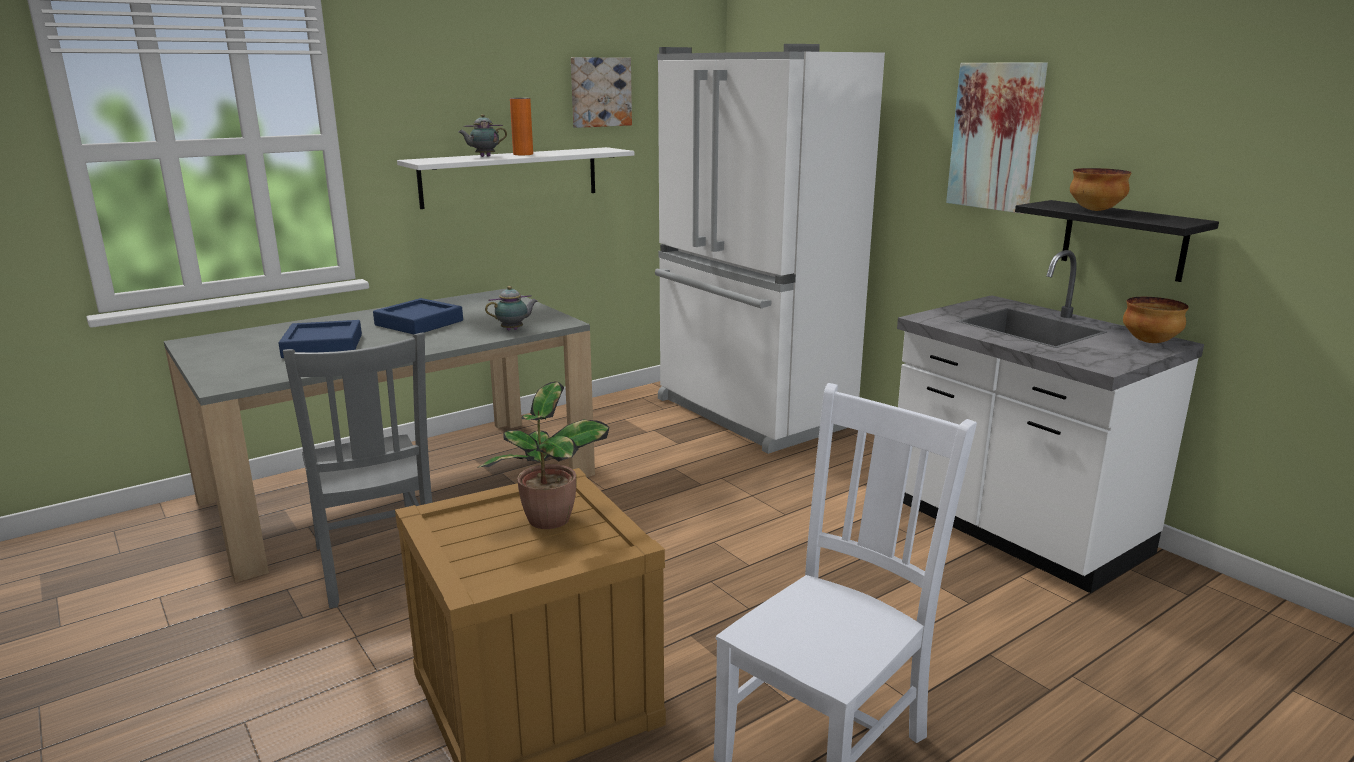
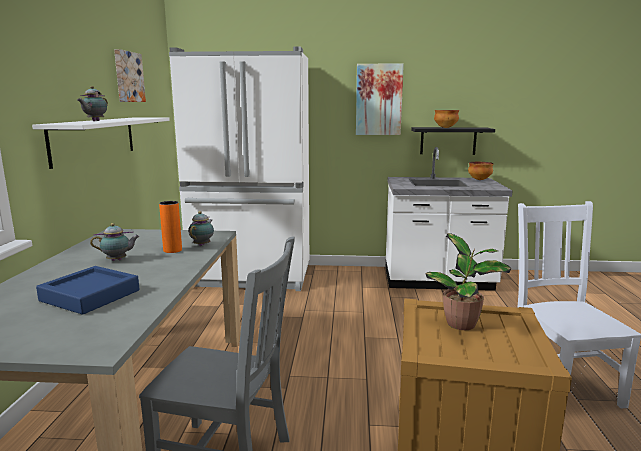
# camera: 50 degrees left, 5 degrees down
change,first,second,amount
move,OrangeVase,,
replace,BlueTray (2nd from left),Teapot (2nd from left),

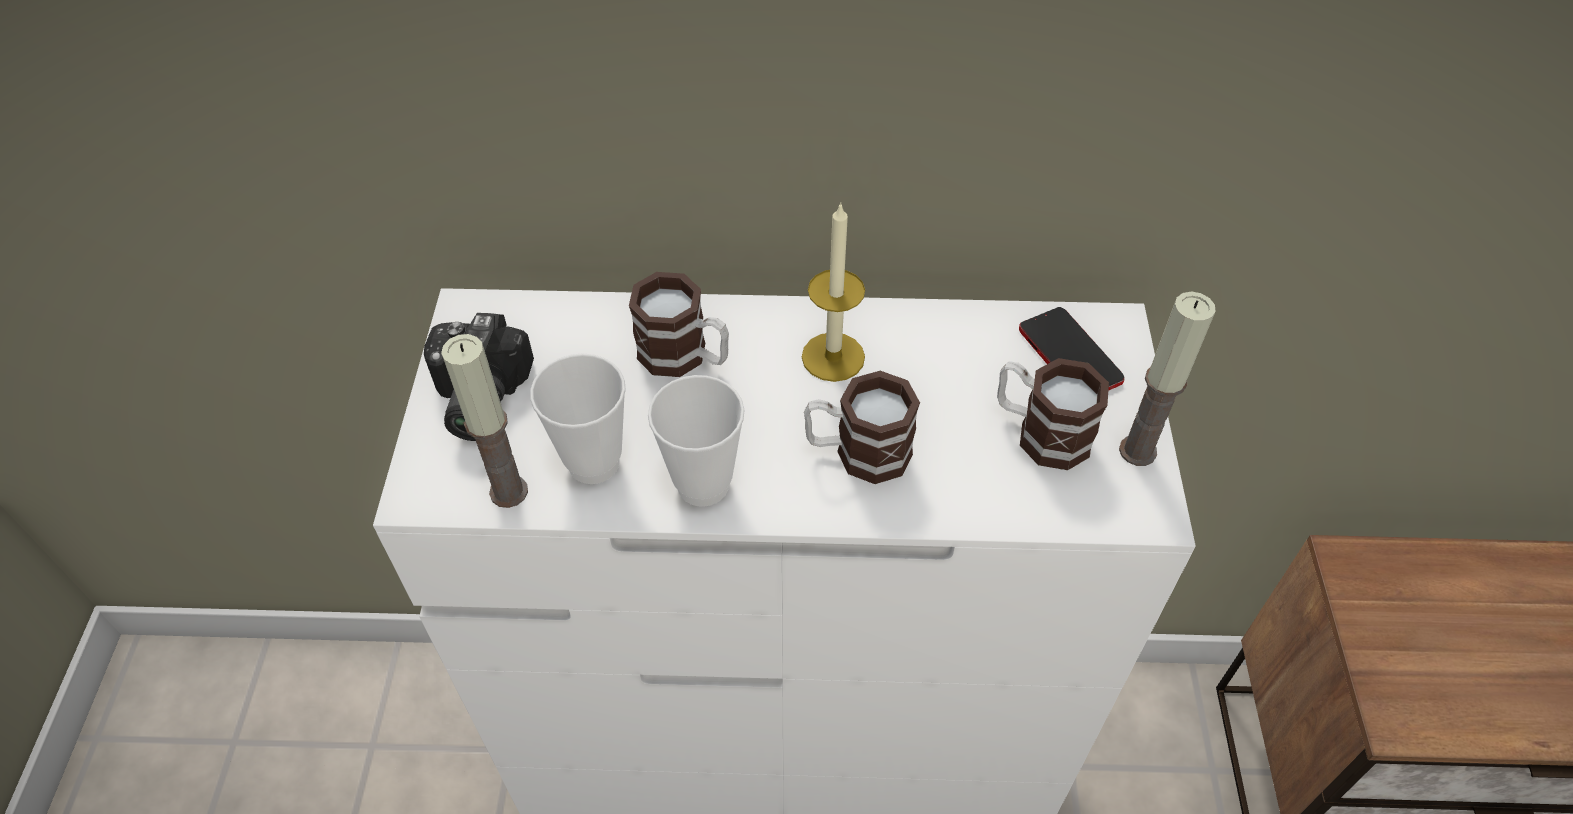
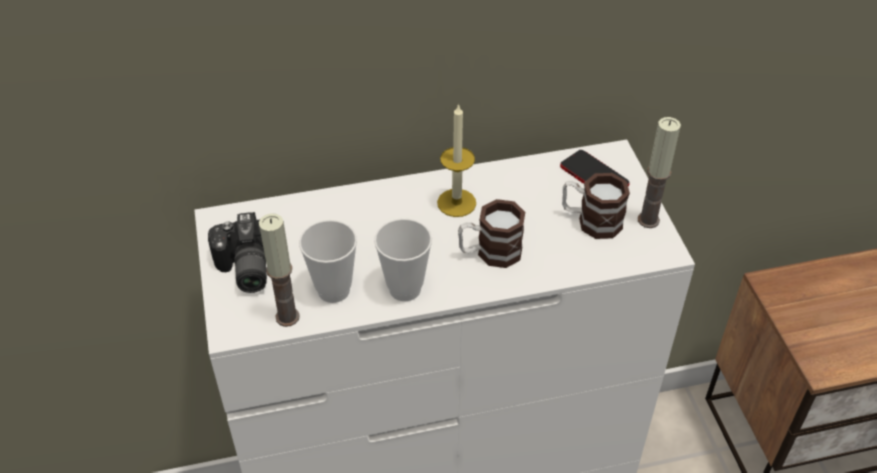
# camera: 15 degrees left, 5 degrees down
change,first,second,amount
delete,Mug (1st from left),,

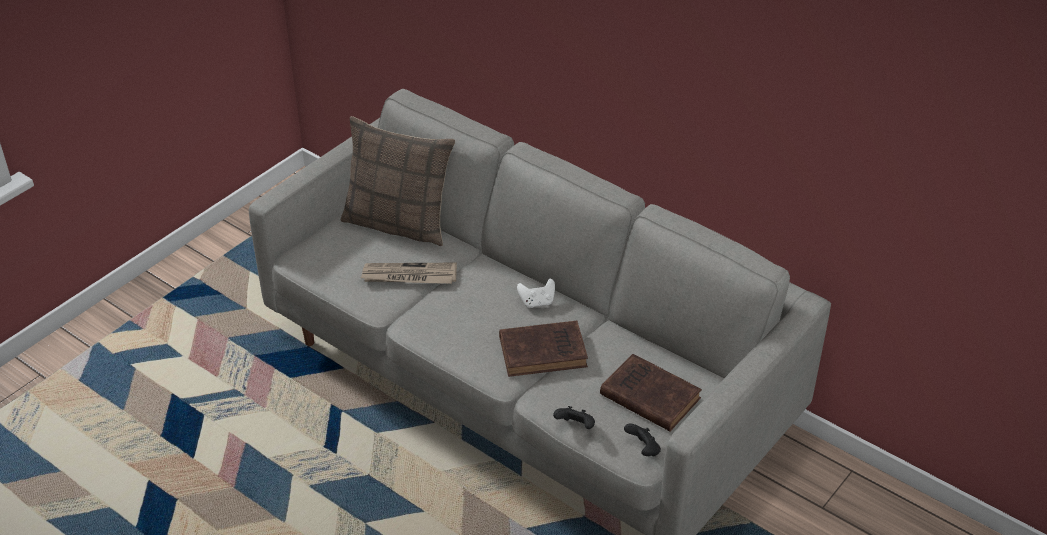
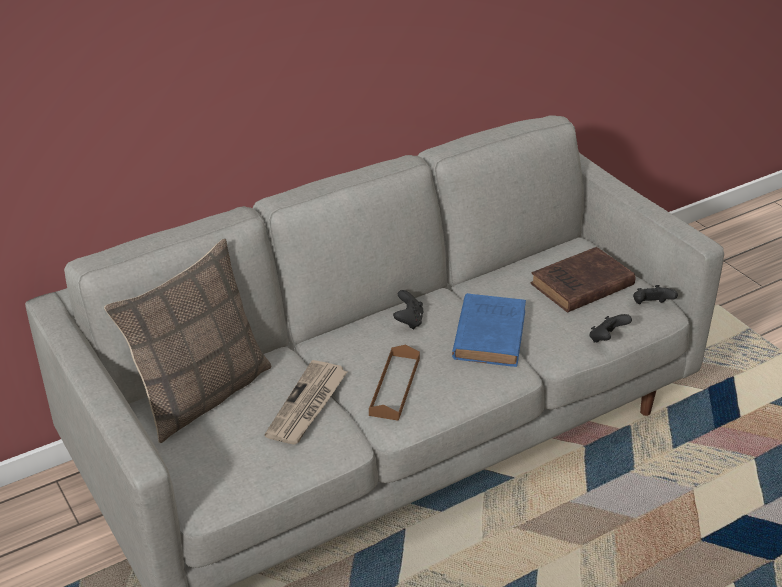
# camera: 70 degrees left, 5 degrees down
change,first,second,amount
insert,,BrownTray,
recolor,BrownBook (1st from left),BlueBook,
recolor,WhiteGameController,BlackGameController (1st from left),

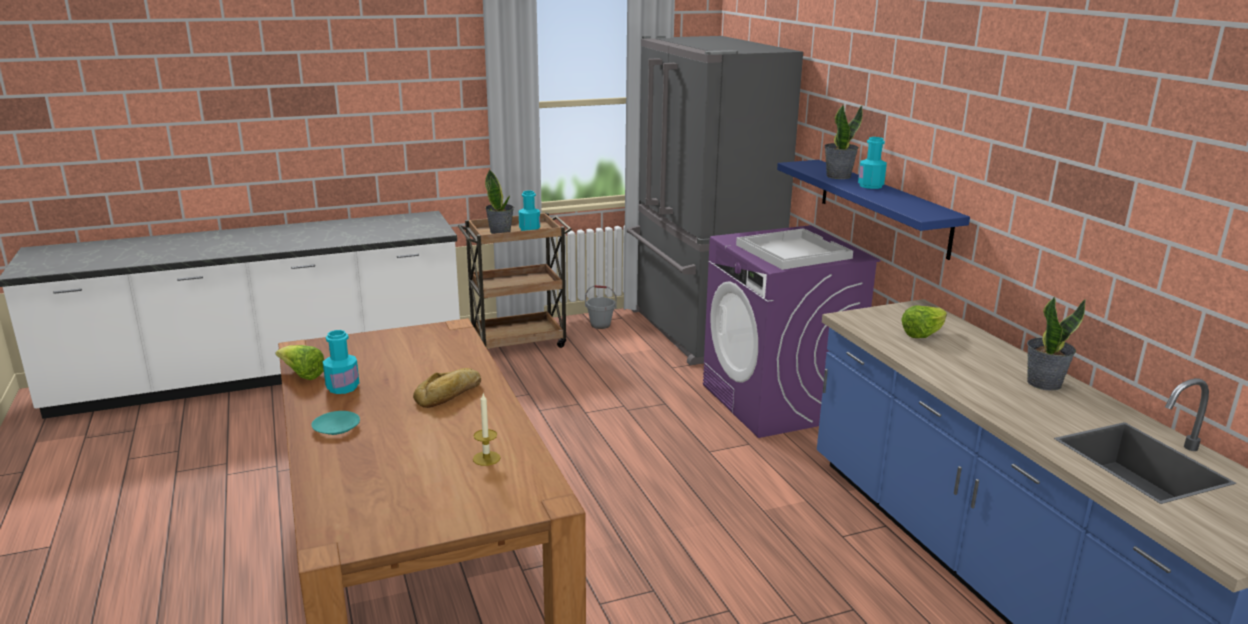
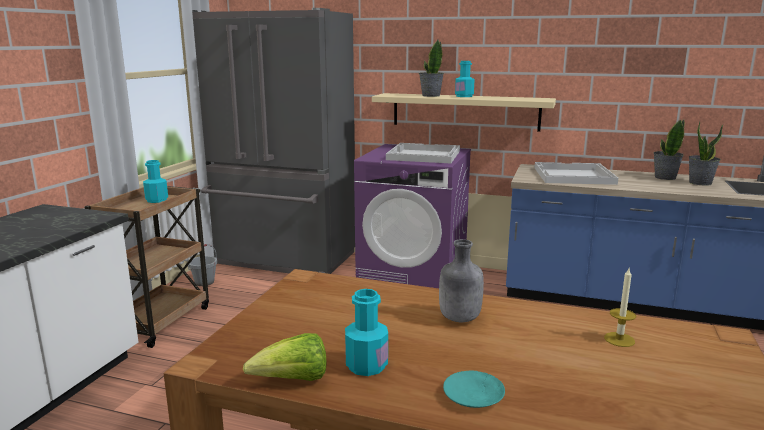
# camera: 50 degrees left, 5 degrees down
change,first,second,amount
move,PottedPlant (1st from left in the first image),PottedPlant (3rd from left),
replace,Bread,GreyBottle,
replace,Lettuce (2nd from left),WhiteTray (2nd from left),
recolor,BlueShelf,BeigeShelf,

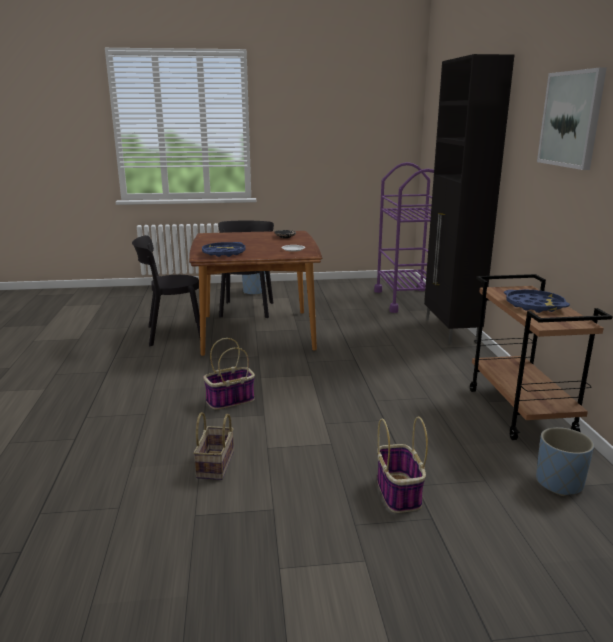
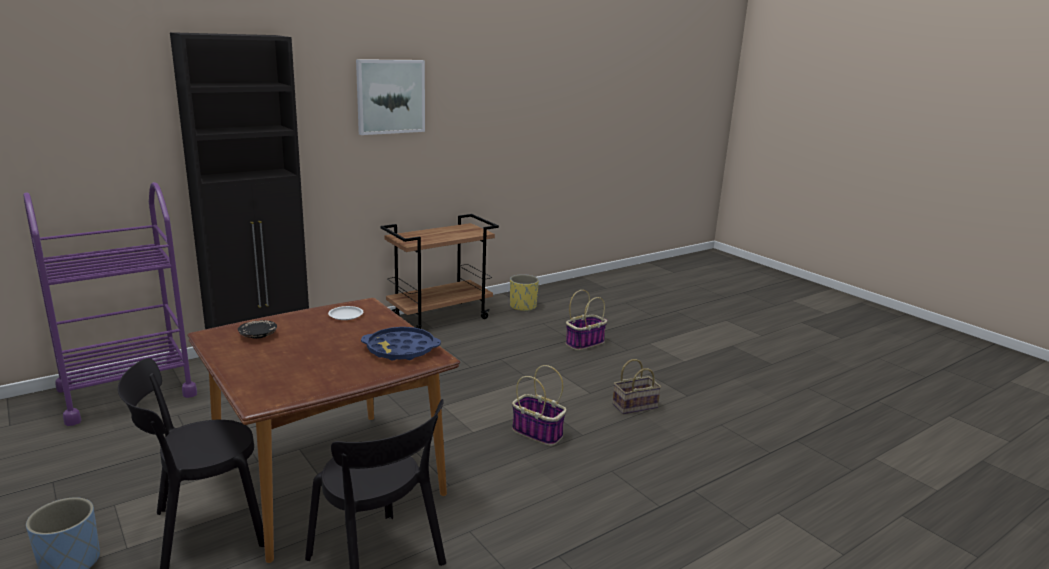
# camera: 120 degrees left, 0 degrees up
change,first,second,amount
delete,BlueTray (2nd from left),,
recolor,BluePlanter (2nd from left),YellowPlanter,

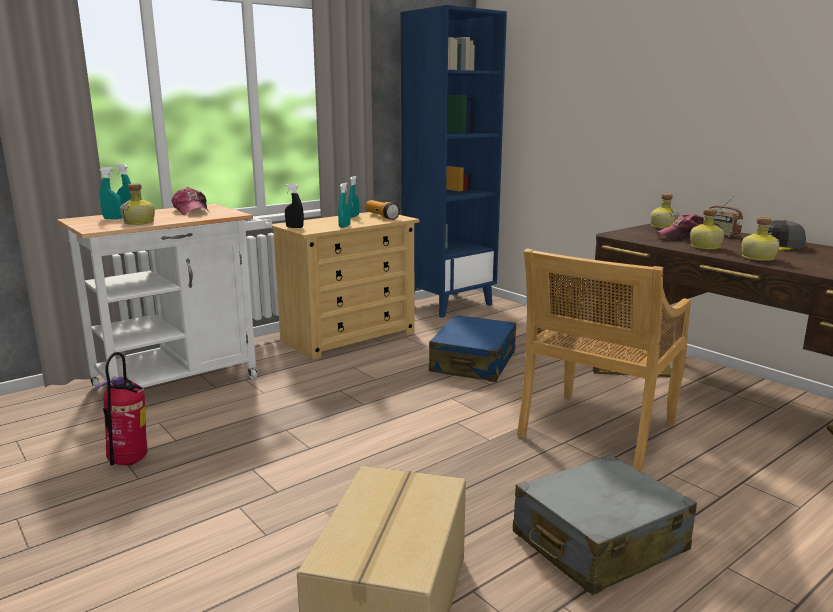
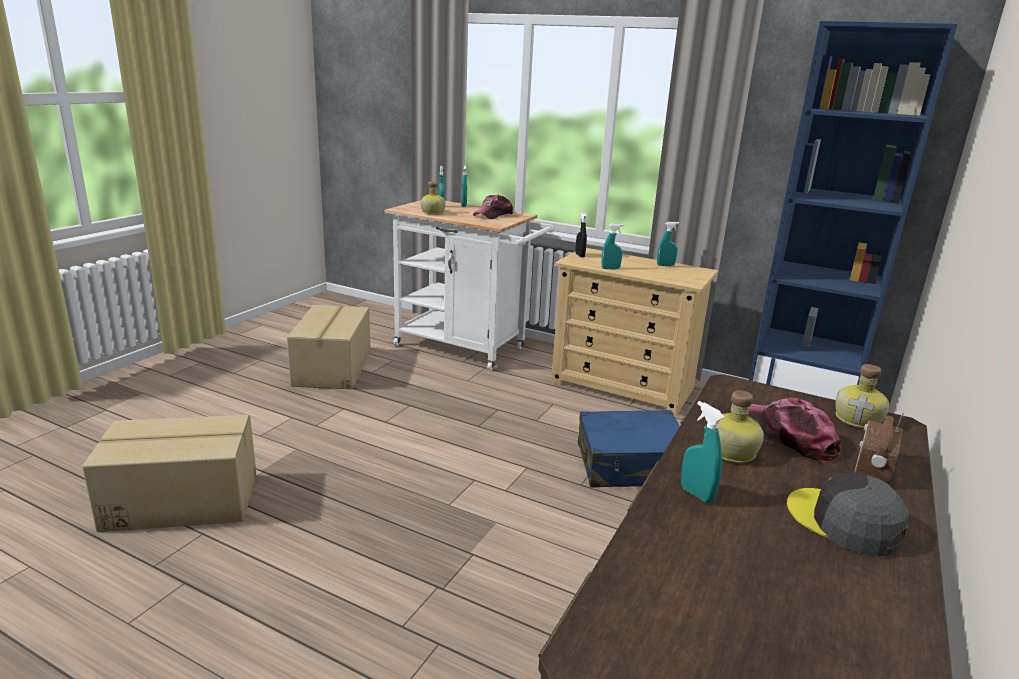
# camera: 65 degrees right, 5 degrees up
change,first,second,amount
delete,Flashlight,,
delete,GreySuitcase,,
delete,BeigeChair,,
replace,FireExtinguisher,CardboardBox (2nd from left),
replace,Bottle (4th from left),TurquoiseSprayBottle (5th from left),

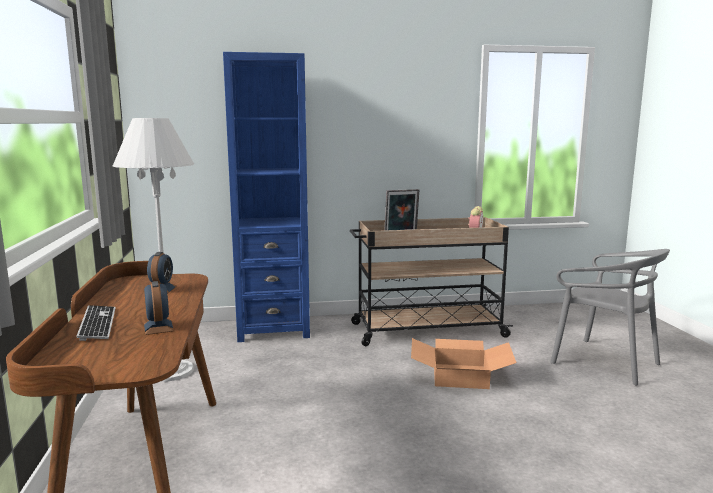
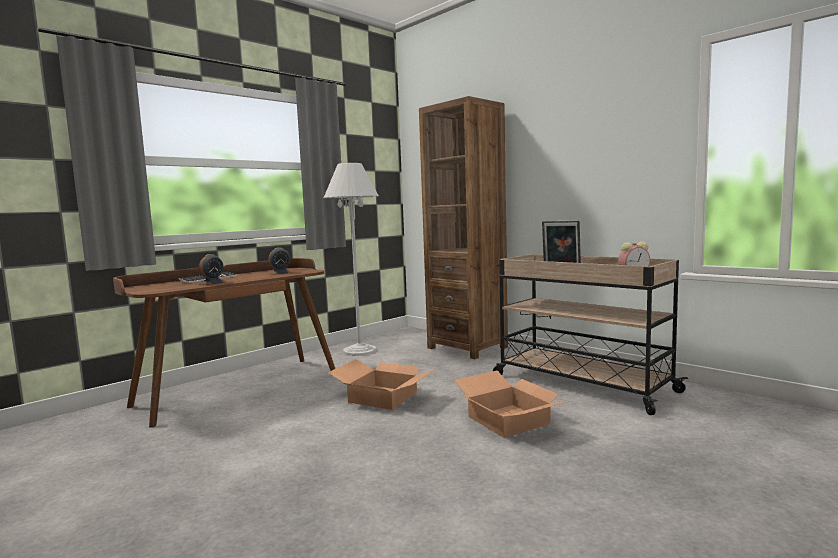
# camera: 55 degrees right, 5 degrees down
change,first,second,amount
delete,GreyChair,,
insert,,CardboardBox (1st from left),
recolor,BlueBookcase,BrownBookcase,

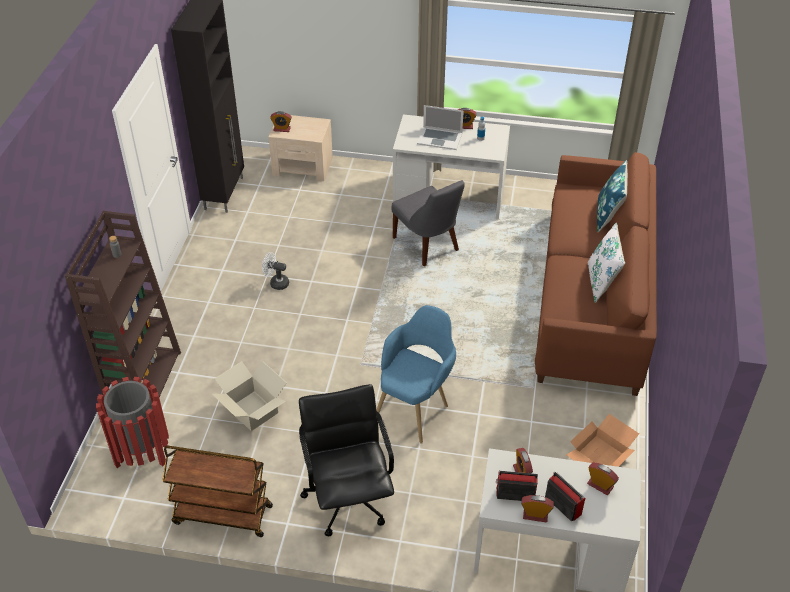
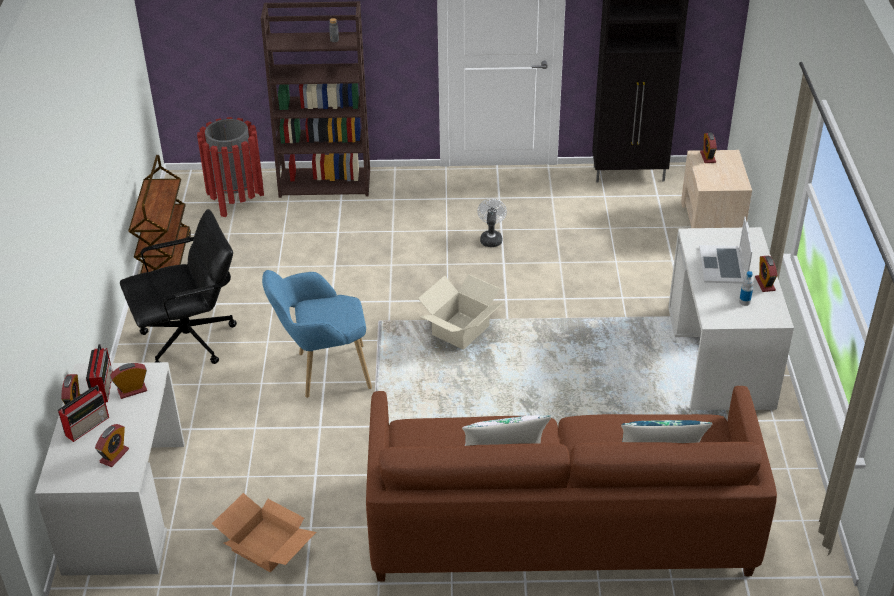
# camera: 80 degrees right, 5 degrees down
change,first,second,amount
delete,GreyChair,,
move,CardboardBox (1st from left in the first image),CardboardBox (2nd from left),
rotate,BlueArmchair,,150 degrees clockwise

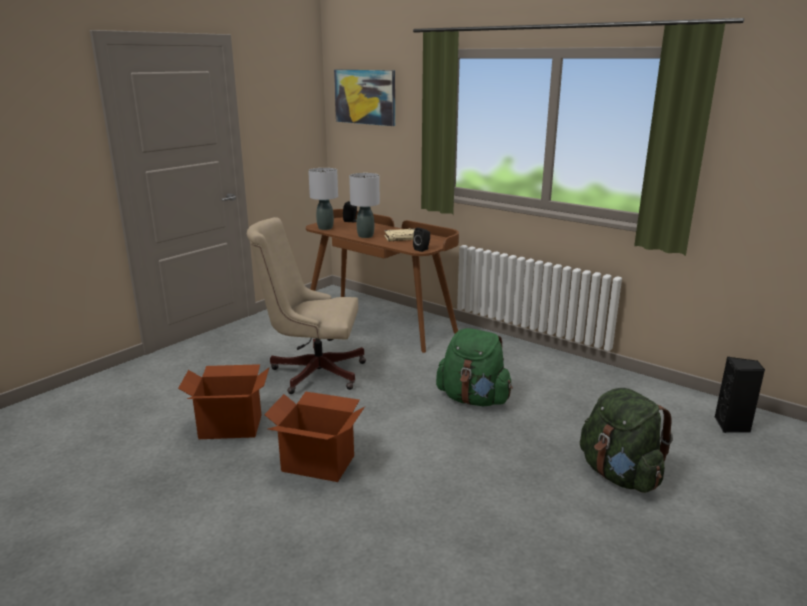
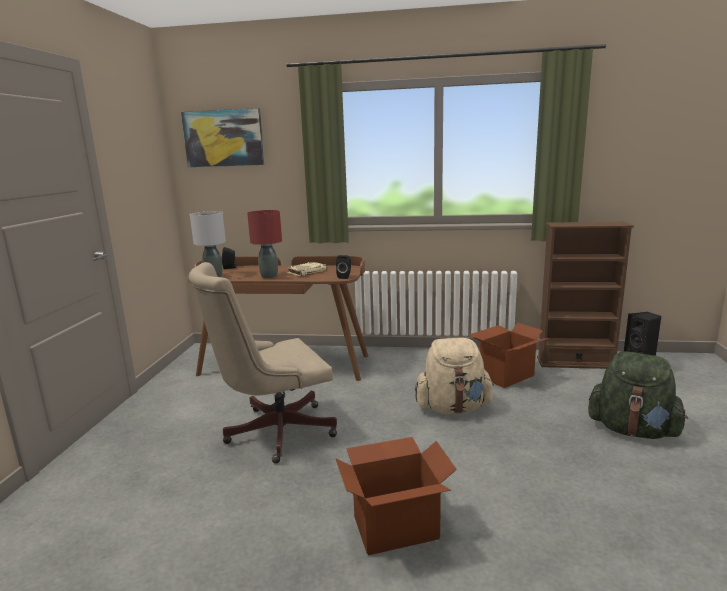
# camera: 30 degrees left, 5 degrees down
change,first,second,amount
insert,,BrownBookcase,
move,CardboardBox (1st from left in the first image),CardboardBox (2nd from left),
recolor,GreyTableLamp (2nd from left),RedTableLamp,
recolor,GreenBackpack (1st from left),BeigeBackpack,

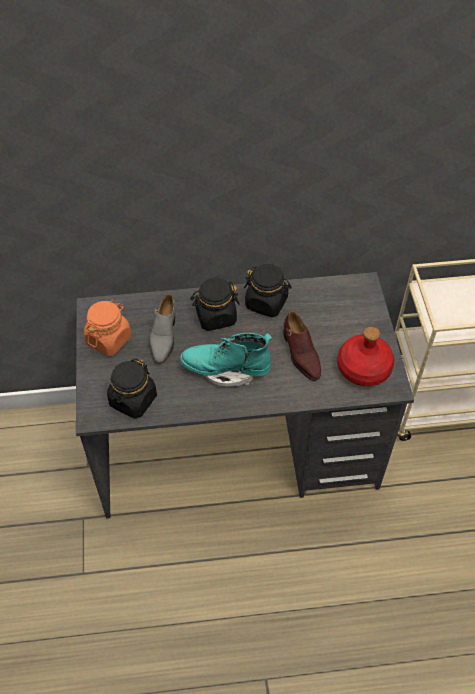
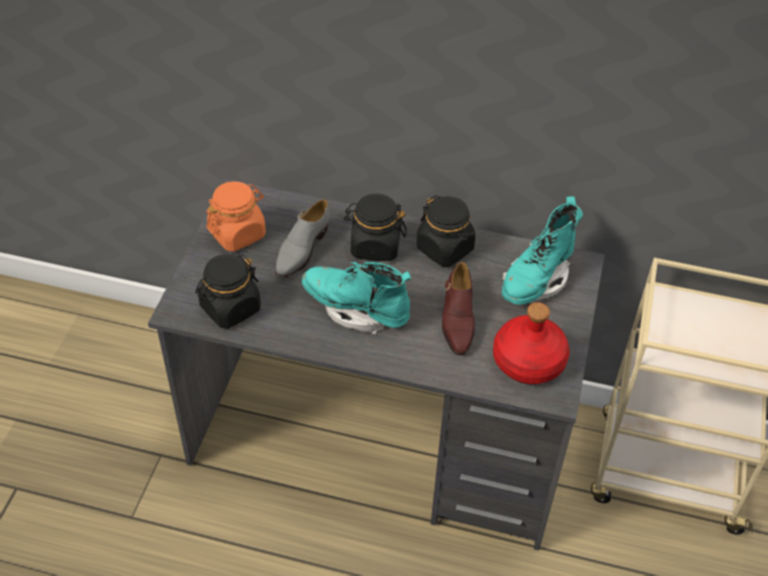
# camera: 20 degrees right, 5 degrees down
change,first,second,amount
insert,,TurquoiseBoot (2nd from left),

